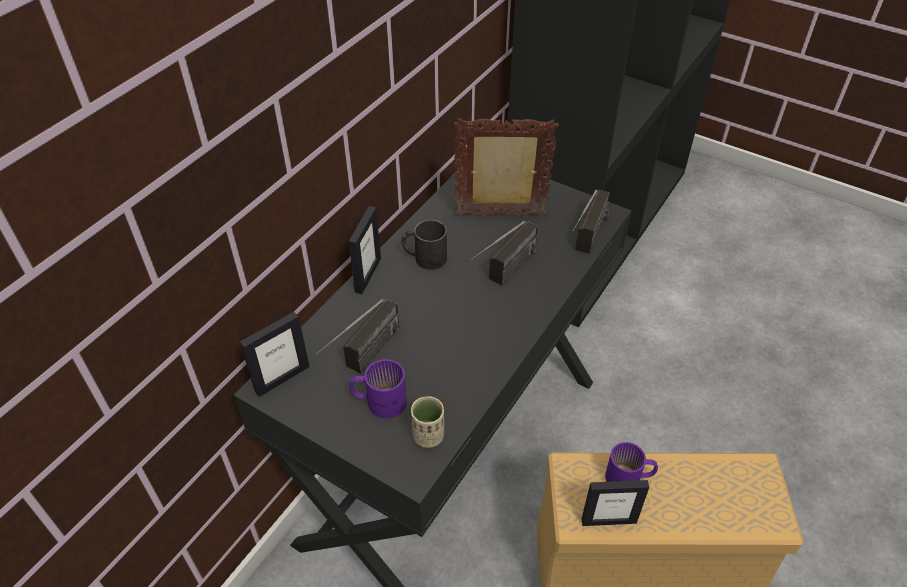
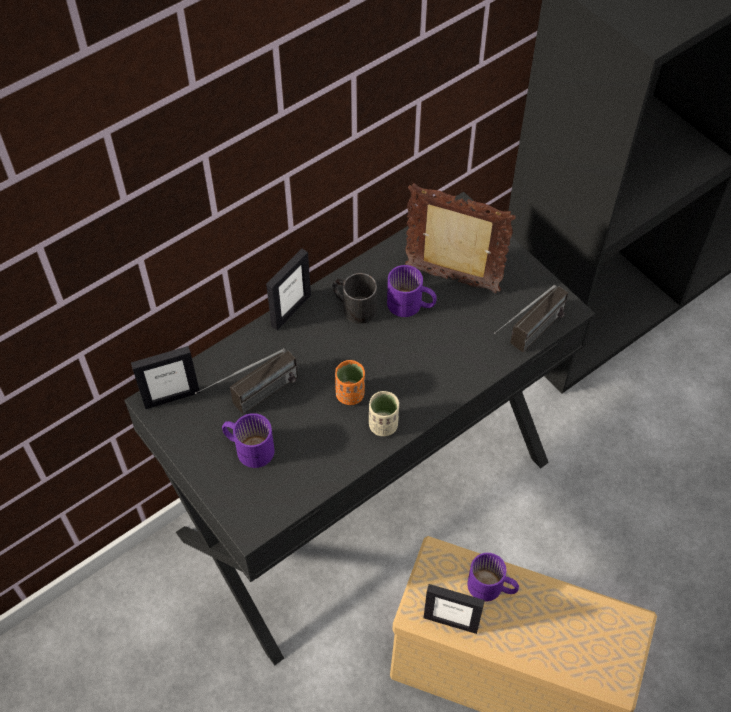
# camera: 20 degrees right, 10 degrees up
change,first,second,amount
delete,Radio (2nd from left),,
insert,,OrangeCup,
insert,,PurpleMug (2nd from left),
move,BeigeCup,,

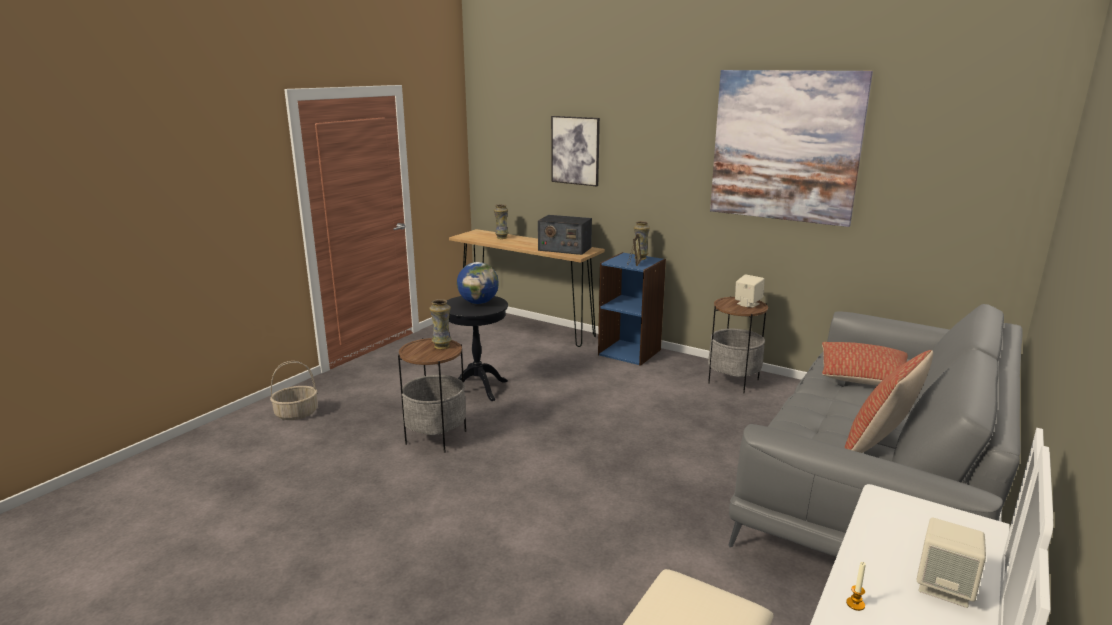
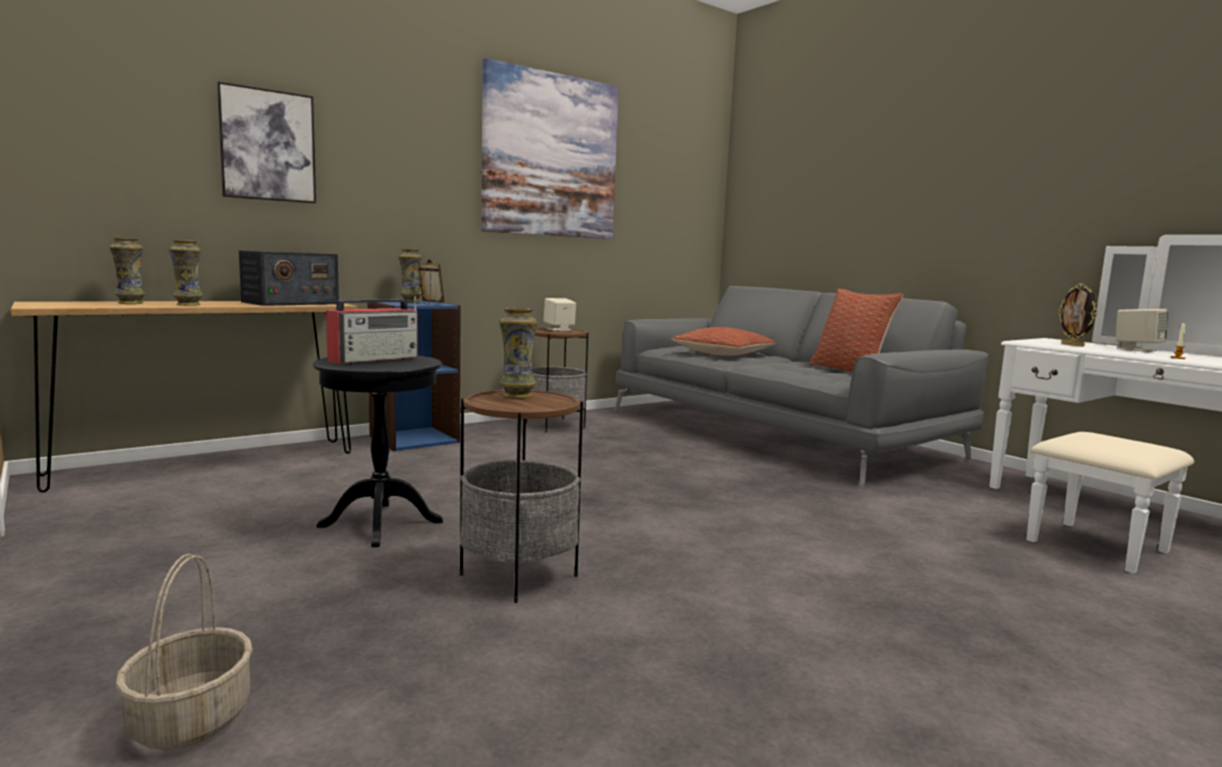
# camera: 70 degrees left, 10 degrees down
change,first,second,amount
insert,,Vase (2nd from left),
insert,,PictureFrame (2nd from left),
replace,Globe,Radio (2nd from left),

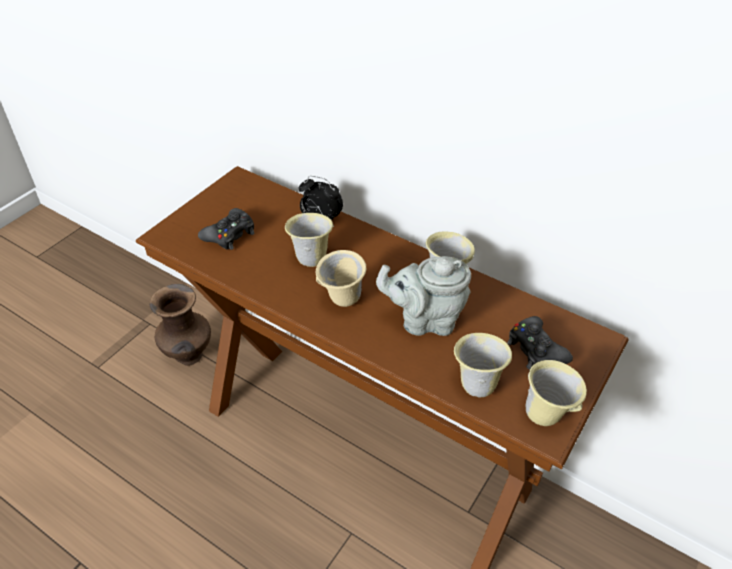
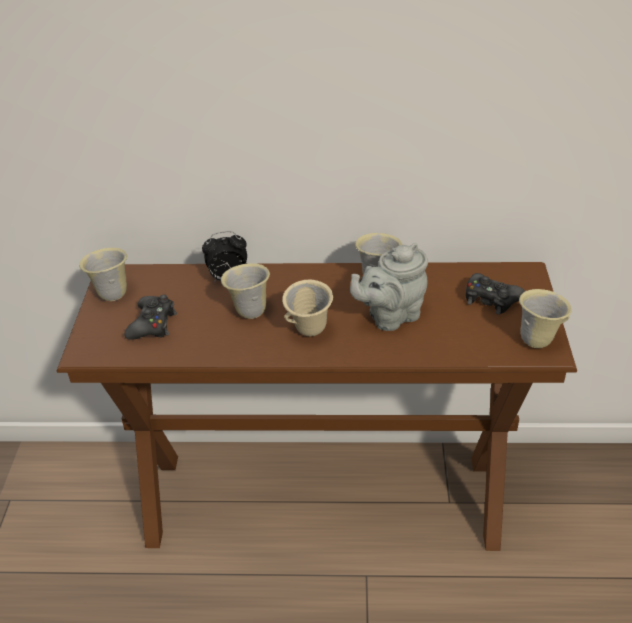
# camera: 30 degrees left, 5 degrees down
change,first,second,amount
delete,BrownVase,,
move,BeigeMug (4th from left in the first image),BeigeMug (1st from left),

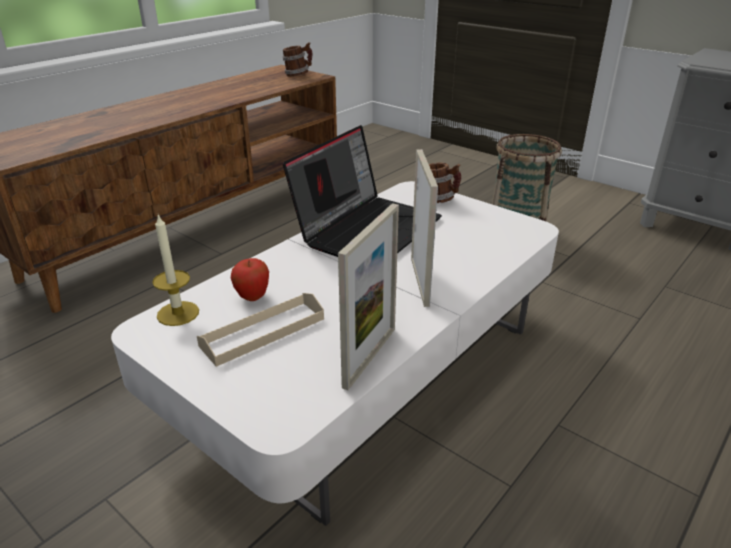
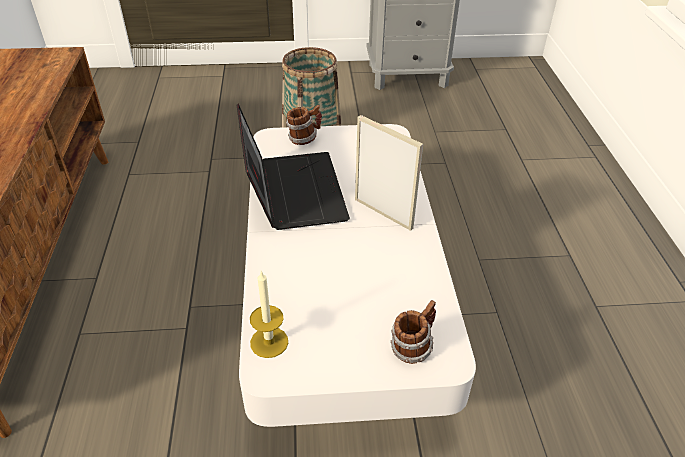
# camera: 45 degrees left, 10 degrees up
change,first,second,amount
delete,BeigeTray,,
delete,Apple,,
delete,PictureFrame (1st from left),,
move,Mug (1st from left in the first image),Mug (2nd from left),

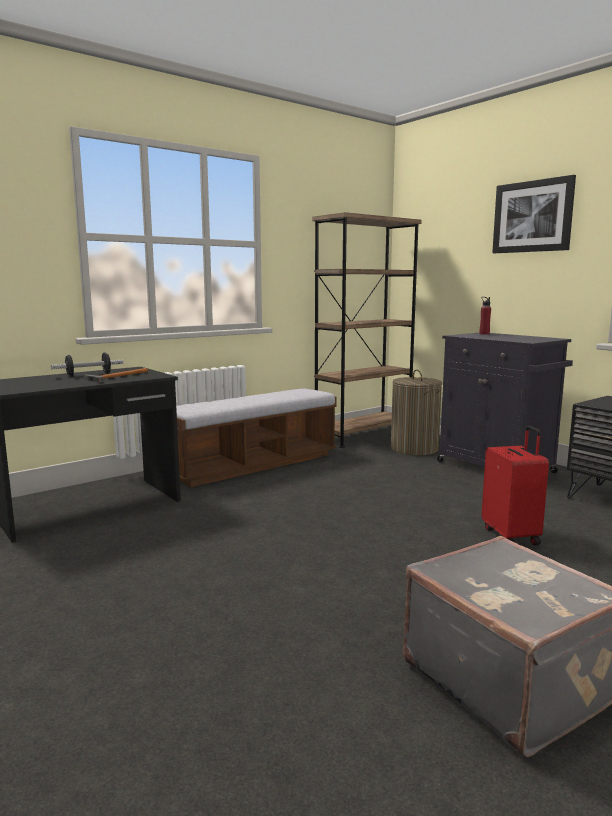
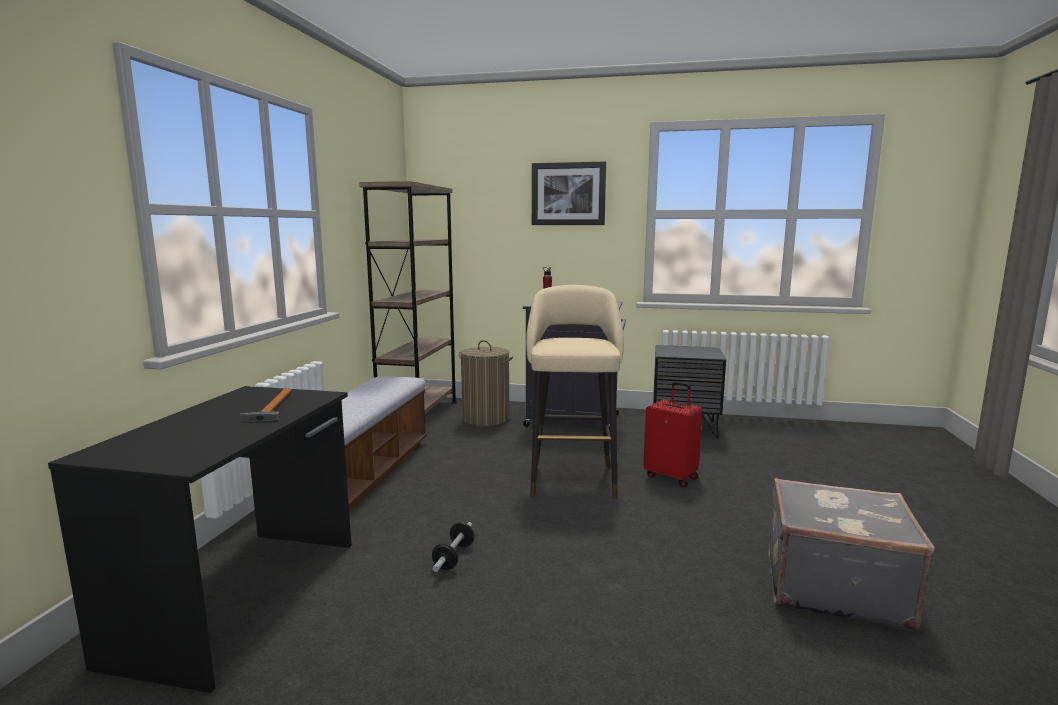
# camera: 40 degrees left, 0 degrees up
change,first,second,amount
insert,,BeigeStool,
move,Dumbbell,,

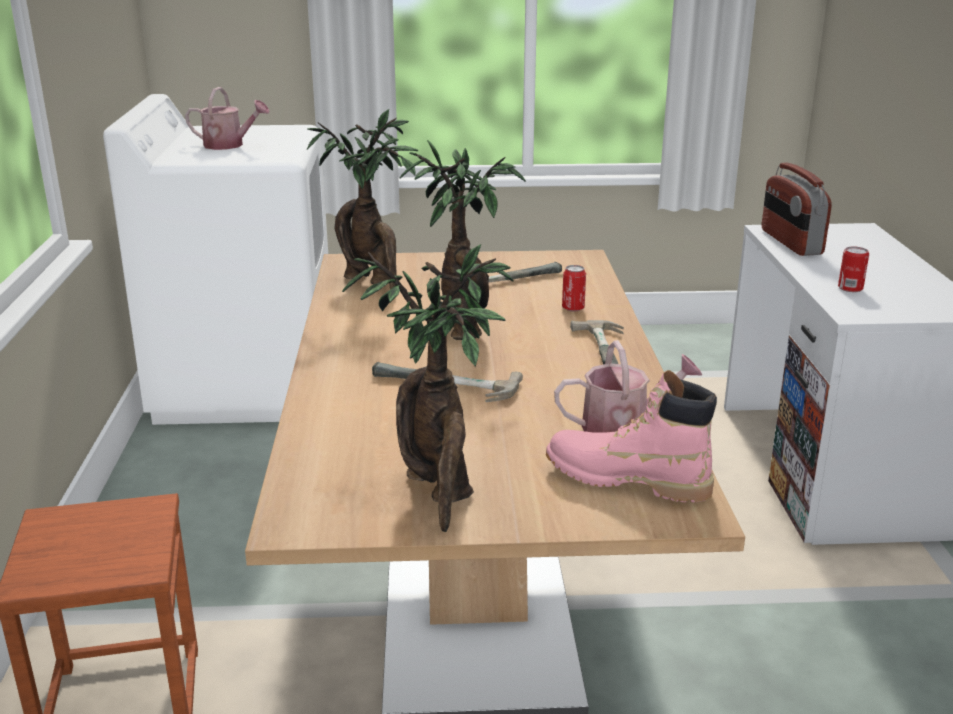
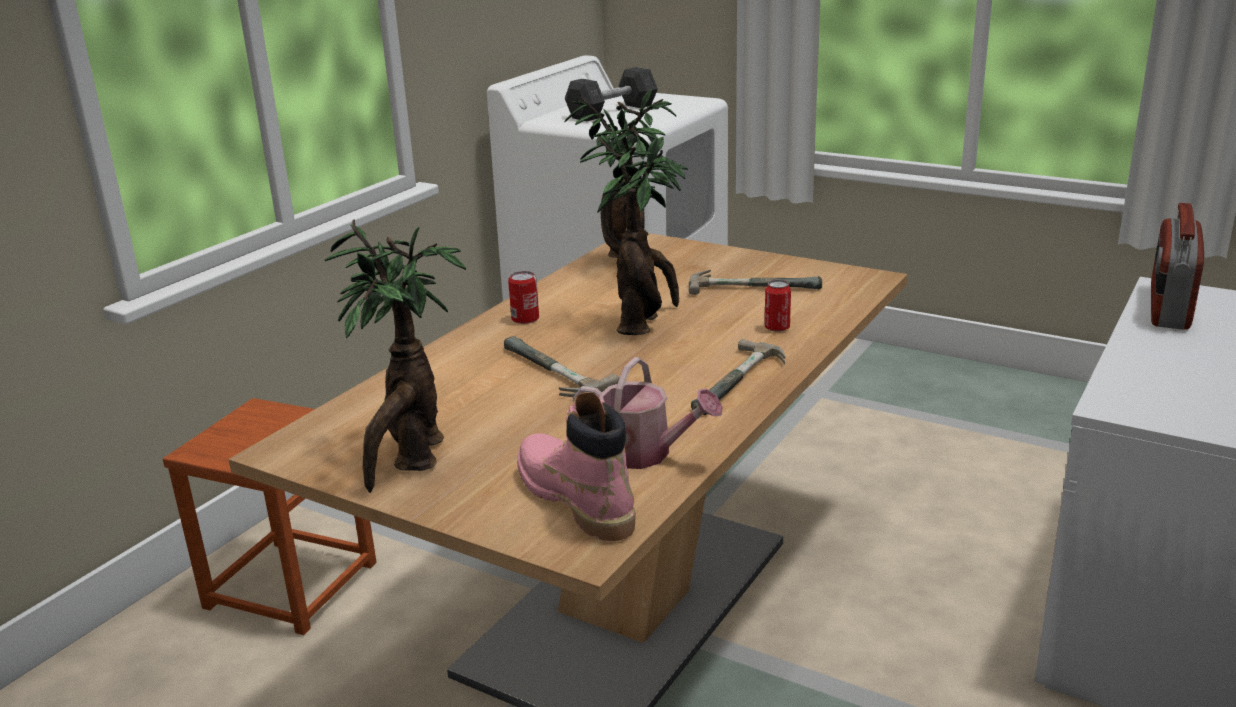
# camera: 35 degrees right, 0 degrees up
change,first,second,amount
move,Can (2nd from left in the first image),Can (1st from left),
replace,WateringCan (1st from left),GreyDumbbell,

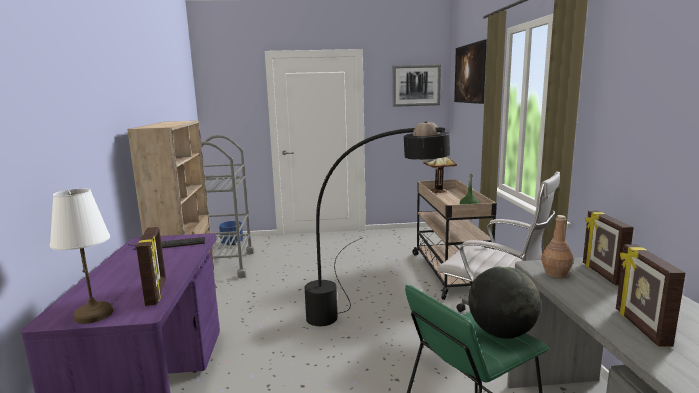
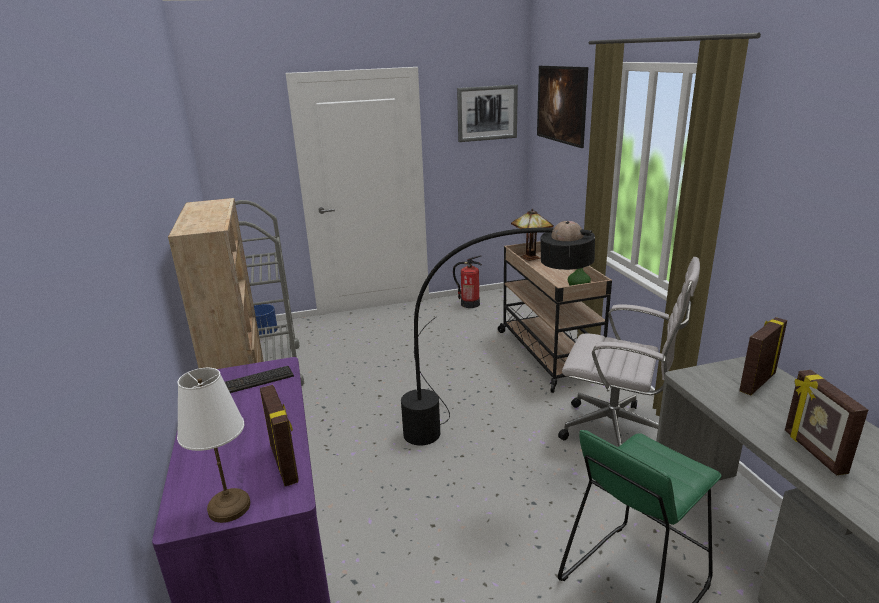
# camera: 10 degrees left, 10 degrees up
change,first,second,amount
delete,Globe,,
delete,BrownBottle,,
insert,,FireExtinguisher,
rotate,PictureFrame (2nd from left),,60 degrees clockwise

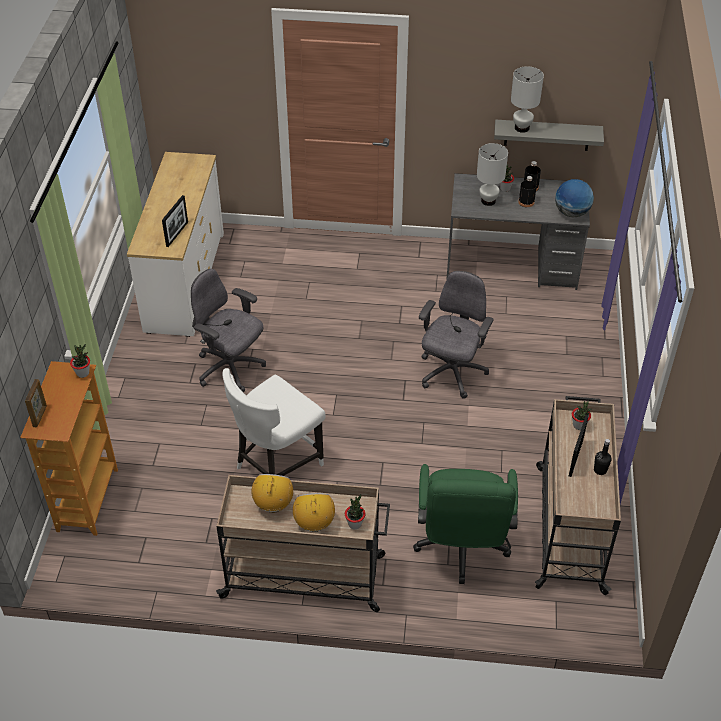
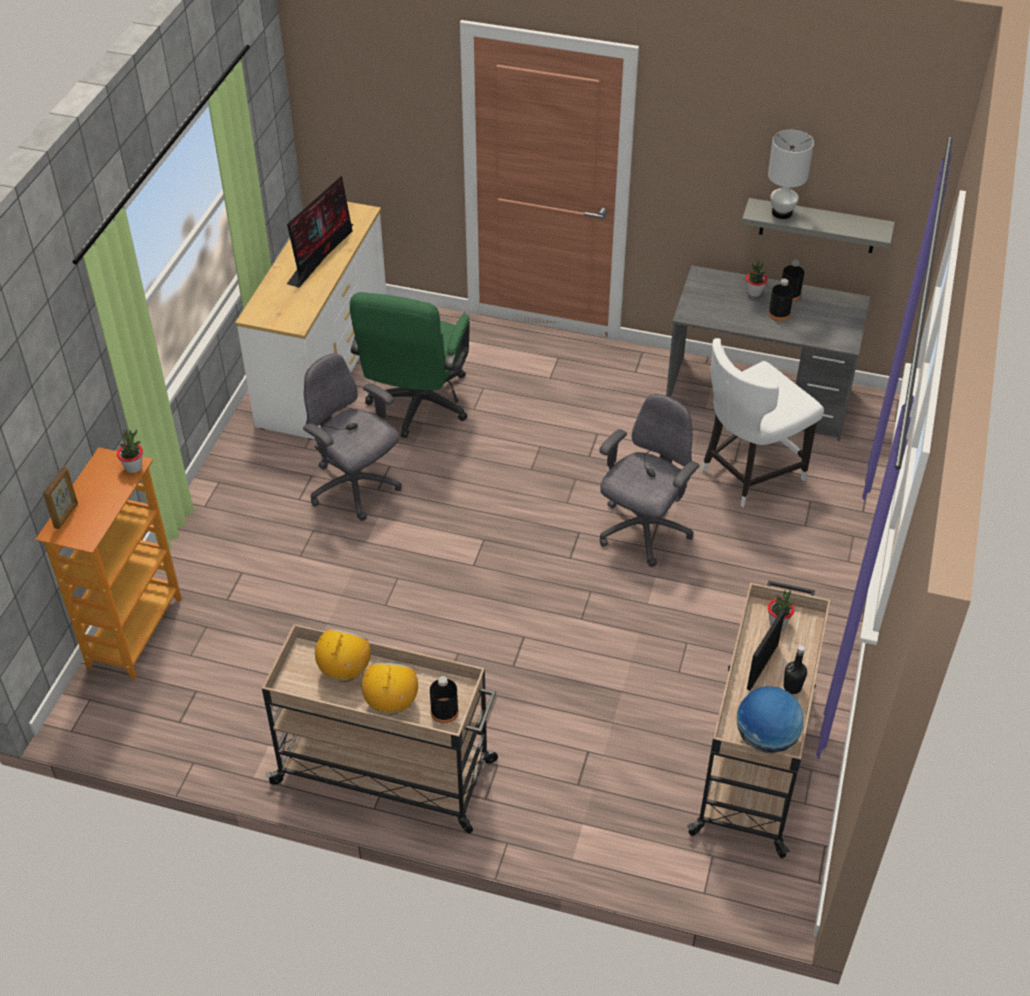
# camera: 10 degrees right, 0 degrees up
change,first,second,amount
delete,PictureFrame (2nd from left),,
delete,WhiteTableLamp (1st from left),,
insert,,Monitor,
move,WhiteChair,,
move,GreenOfficeChair,,
move,Globe,,
replace,PottedPlant (2nd from left),BlackBottle (1st from left),

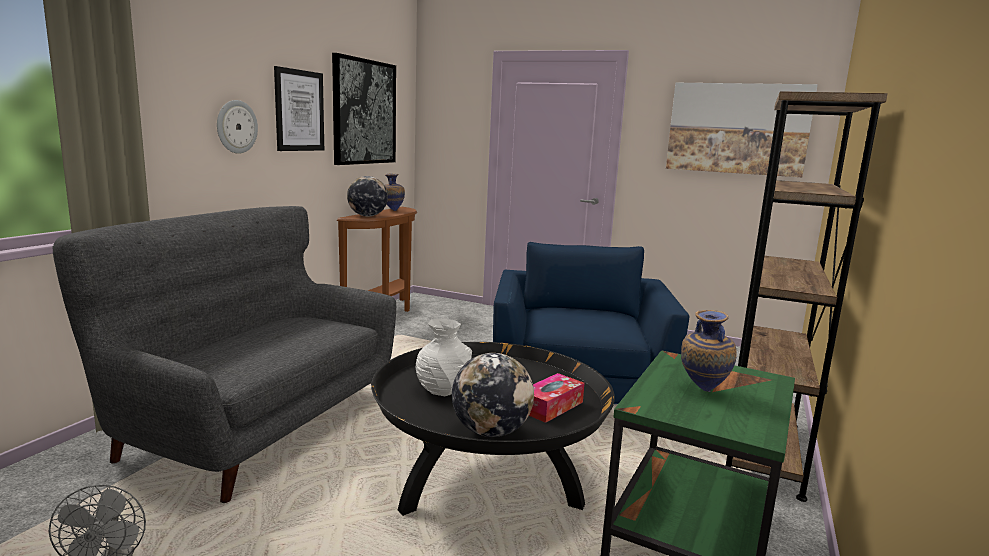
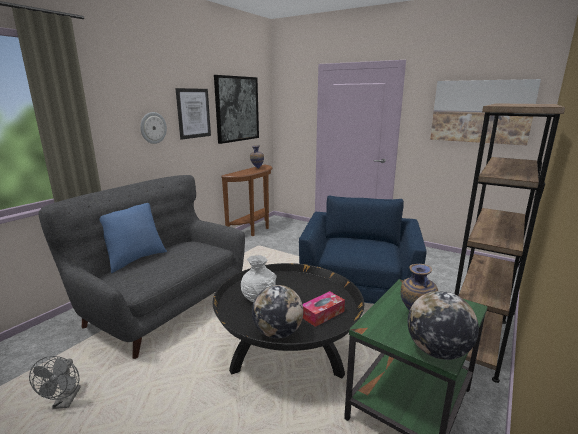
# camera: 10 degrees right, 5 degrees up
change,first,second,amount
insert,,BluePillow,
move,Globe (1st from left in the first image),Globe (2nd from left),

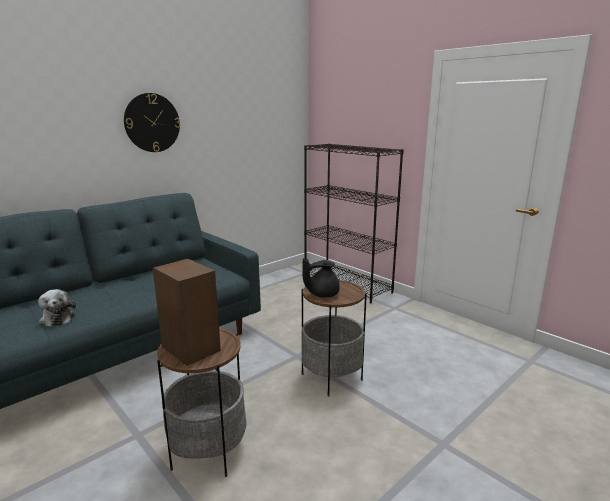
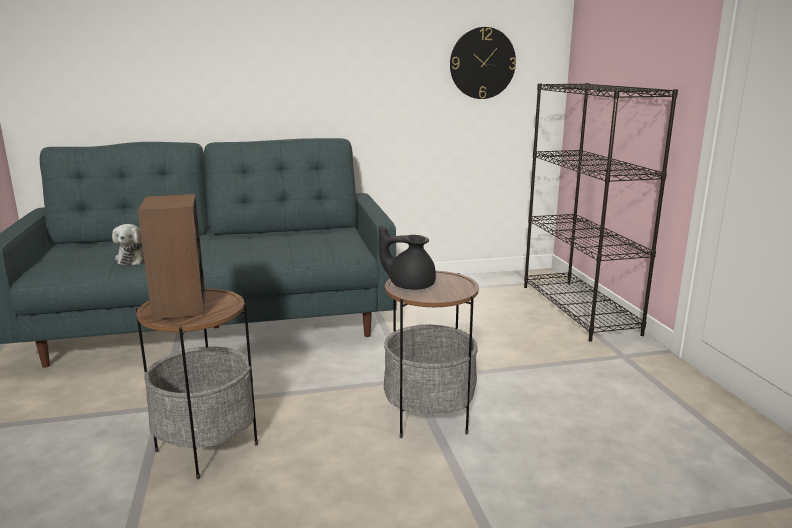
# camera: 30 degrees right, 0 degrees up
change,first,second,amount
move,WallClock,,

